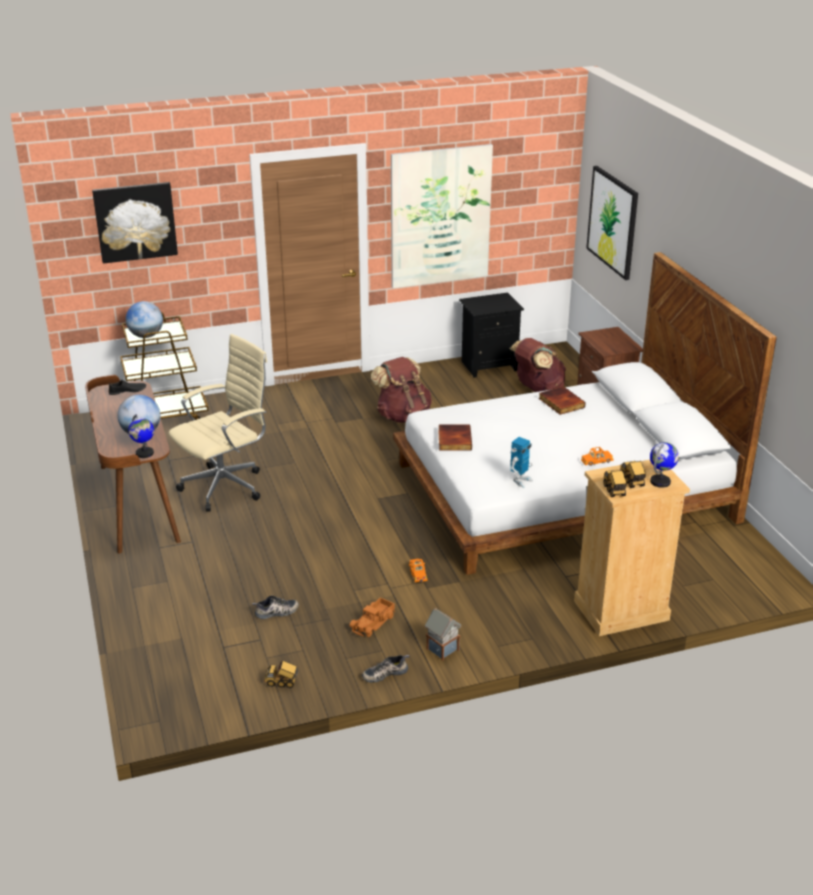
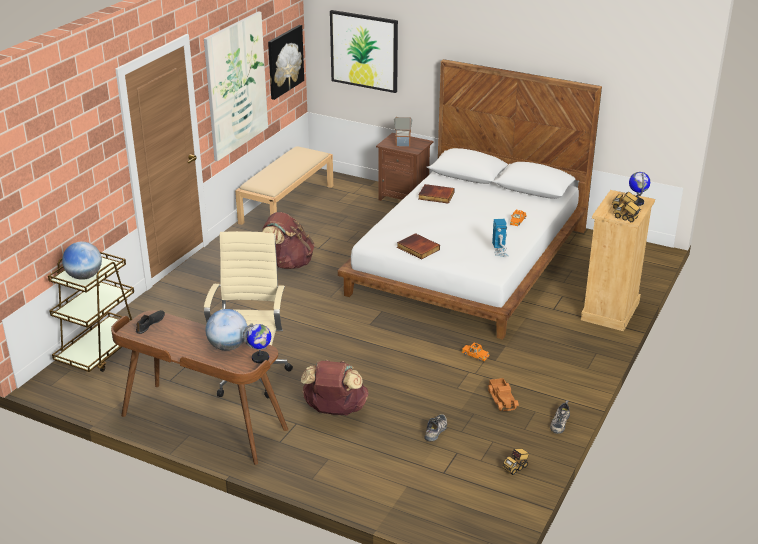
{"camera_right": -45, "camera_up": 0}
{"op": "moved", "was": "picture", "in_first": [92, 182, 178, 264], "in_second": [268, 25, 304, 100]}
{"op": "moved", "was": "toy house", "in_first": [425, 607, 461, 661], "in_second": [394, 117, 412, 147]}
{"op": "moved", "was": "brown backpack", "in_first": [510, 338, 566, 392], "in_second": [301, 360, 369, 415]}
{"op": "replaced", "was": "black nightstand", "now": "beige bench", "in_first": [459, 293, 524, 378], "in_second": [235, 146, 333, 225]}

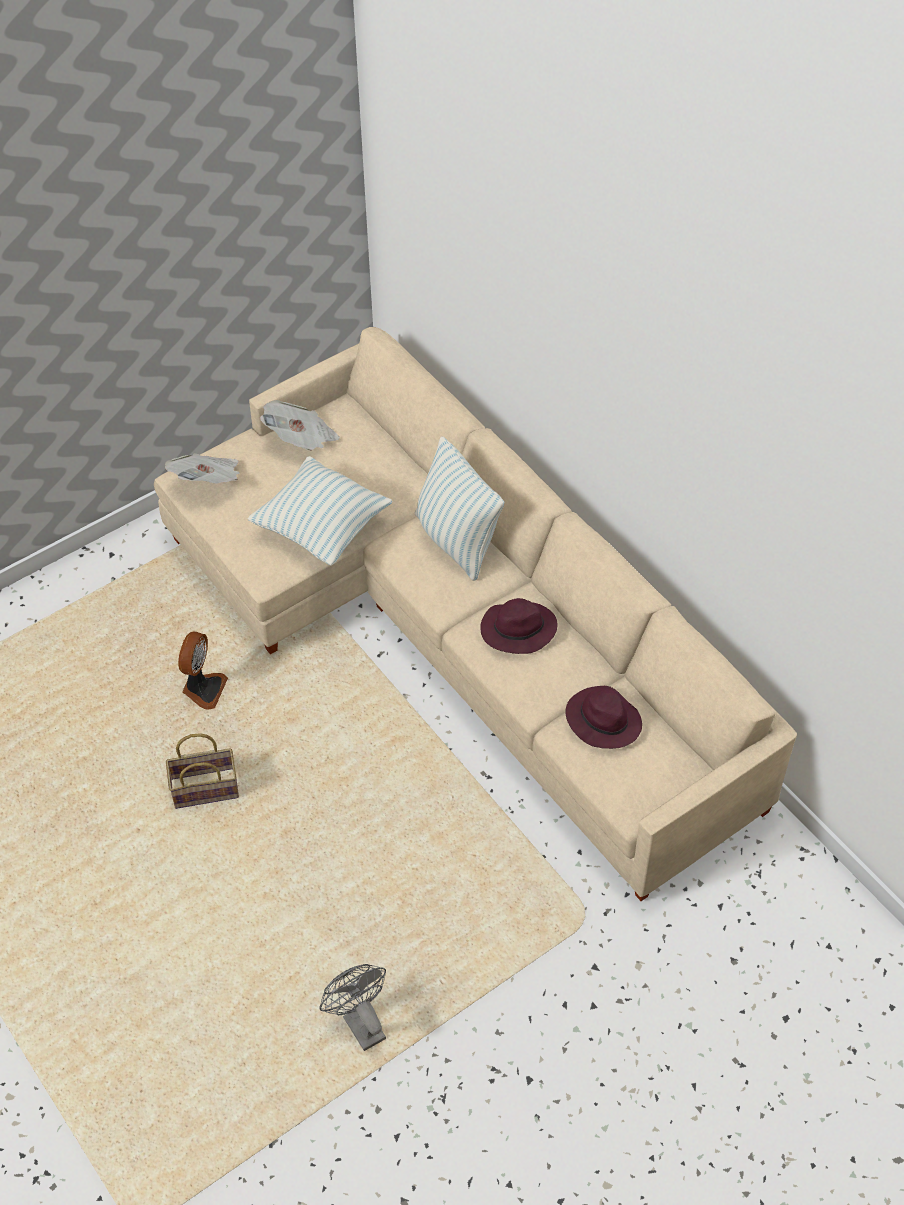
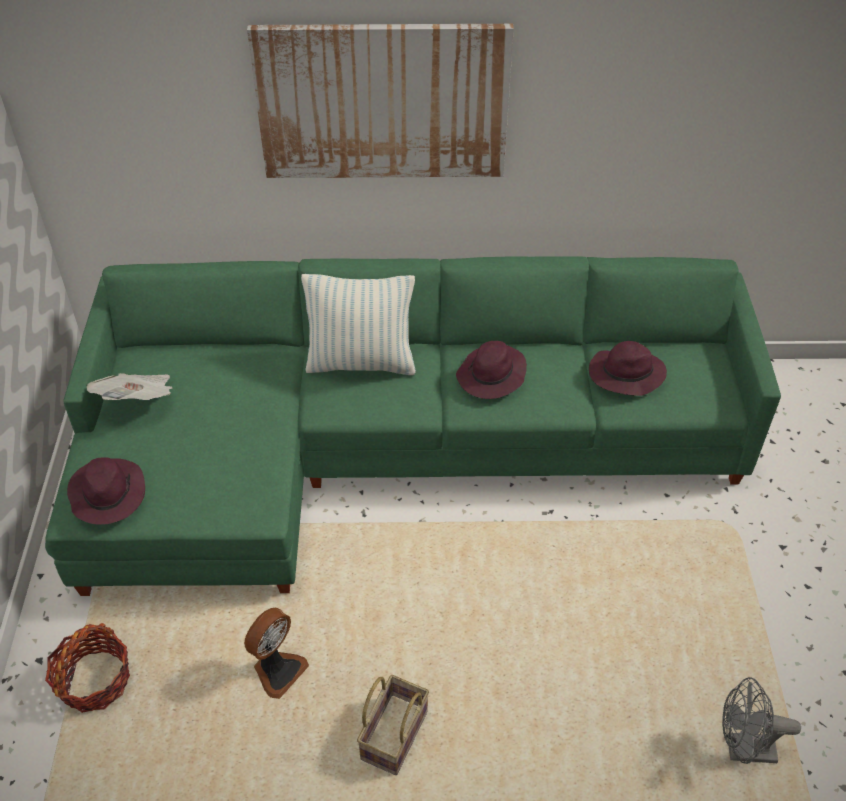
{"camera_right": -55, "camera_up": -5}
{"op": "removed", "was": "pillow", "in_first": [248, 456, 392, 565]}
{"op": "added", "now": "basket", "in_second": [45, 623, 130, 713]}
{"op": "added", "now": "picture", "in_second": [247, 24, 514, 178]}
{"op": "replaced", "was": "newspaper", "now": "purple hat", "in_first": [165, 453, 240, 484], "in_second": [67, 457, 145, 525]}
{"op": "recoloured", "was": "beige sofa", "now": "green sofa", "in_first": [154, 327, 797, 901], "in_second": [45, 256, 781, 596]}
{"op": "turned", "was": "fan", "in_first": [178, 631, 228, 710], "in_second": [244, 608, 309, 699], "clockwise": 75}

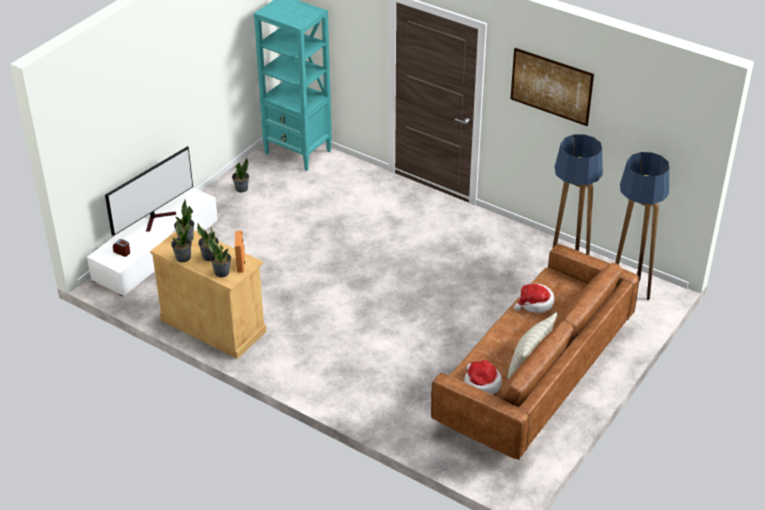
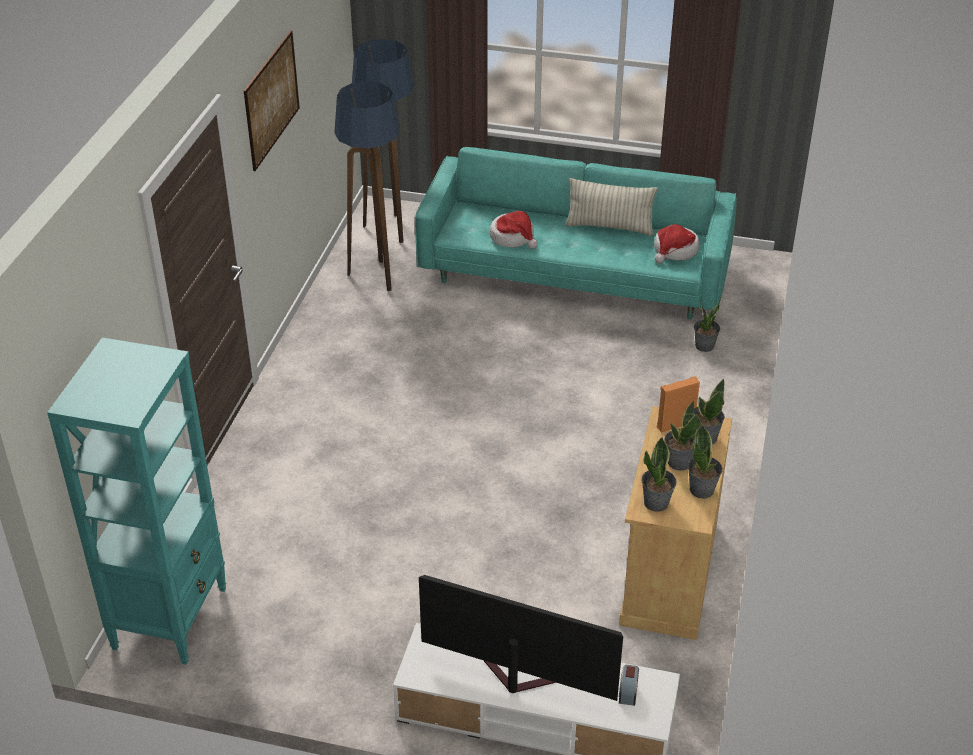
{"camera_right": -110, "camera_up": 0}
{"op": "moved", "was": "potted plant", "in_first": [232, 158, 249, 193], "in_second": [694, 295, 721, 352]}
{"op": "recoloured", "was": "brown sofa", "now": "turquoise sofa", "in_first": [431, 244, 639, 460], "in_second": [415, 147, 737, 319]}

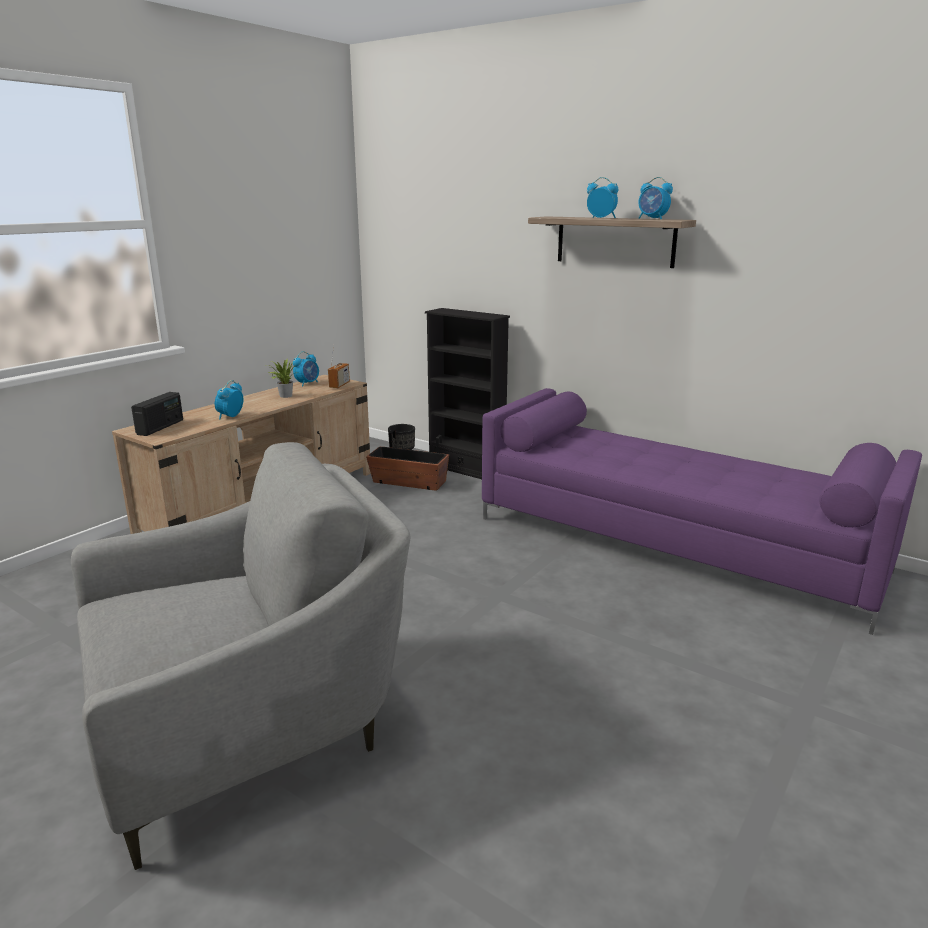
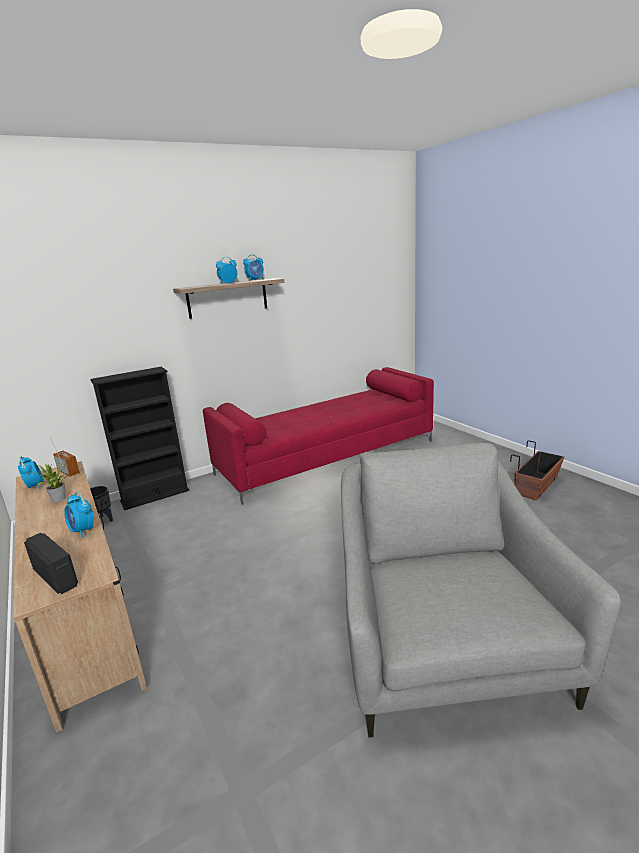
{"camera_right": -65, "camera_up": 0}
{"op": "moved", "was": "planter", "in_first": [366, 430, 449, 491], "in_second": [510, 440, 565, 500]}
{"op": "recoloured", "was": "purple sofa", "now": "red sofa", "in_first": [482, 388, 922, 635], "in_second": [203, 367, 434, 505]}

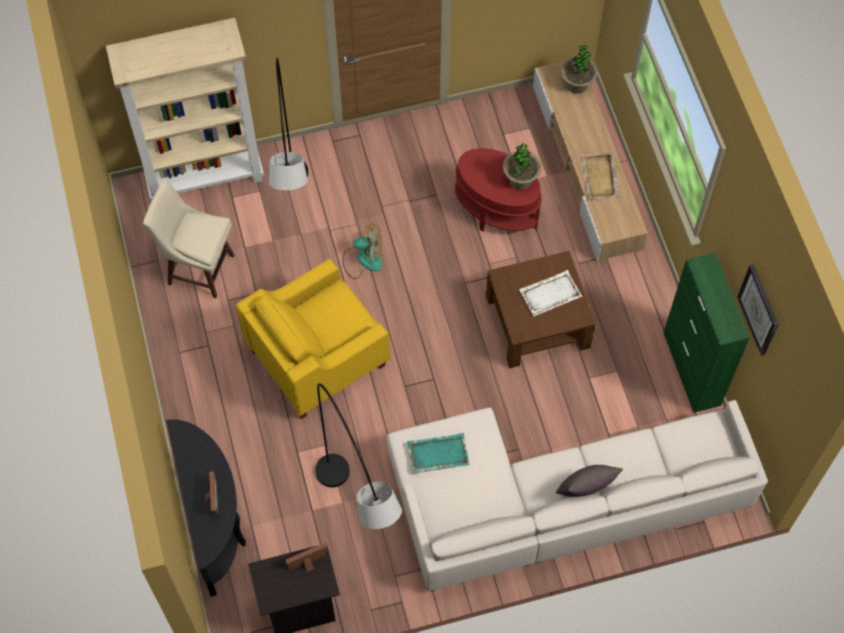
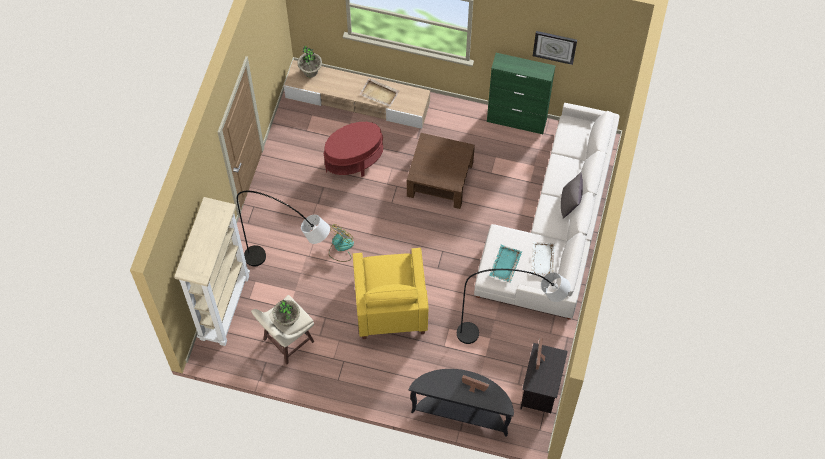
{"camera_right": -60, "camera_up": 0}
{"op": "moved", "was": "potted plant", "in_first": [503, 143, 541, 190], "in_second": [272, 300, 300, 327]}
{"op": "moved", "was": "white tray", "in_first": [519, 270, 582, 316], "in_second": [531, 242, 556, 276]}

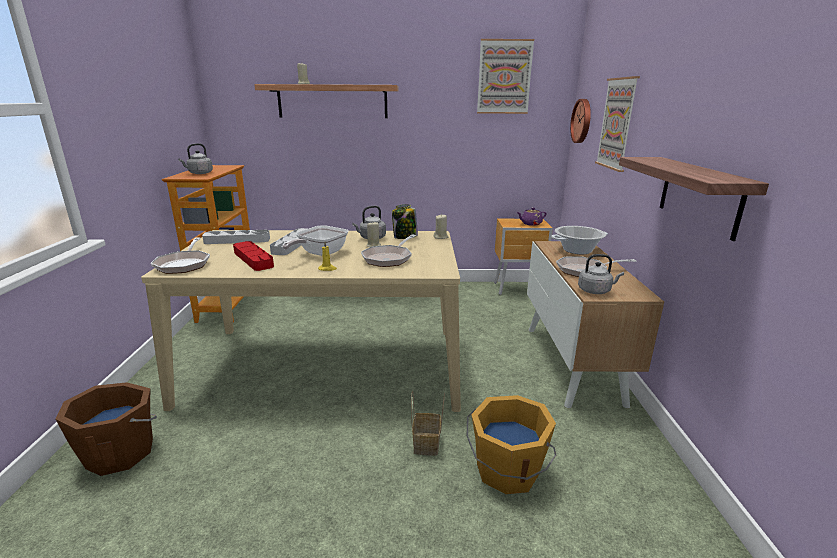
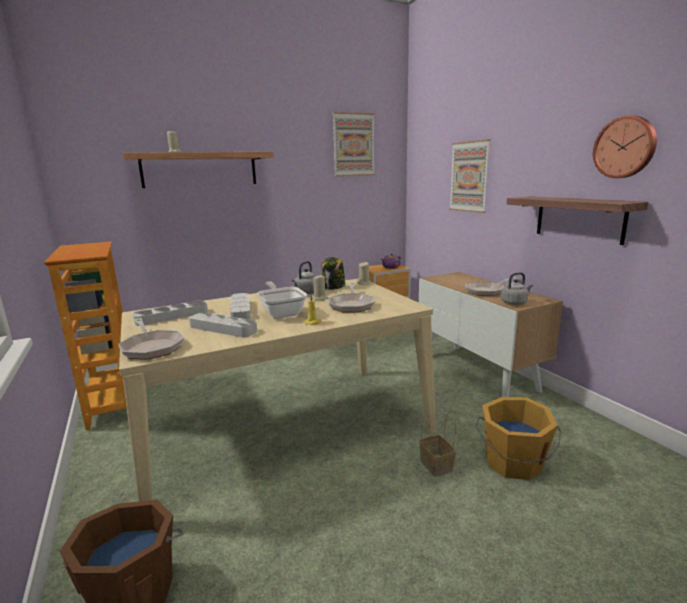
{"camera_right": -25, "camera_up": -5}
{"op": "removed", "was": "grey kettle", "in_first": [178, 143, 213, 174]}
{"op": "removed", "was": "cooking pot", "in_first": [551, 226, 608, 254]}
{"op": "moved", "was": "wall clock", "in_first": [570, 99, 591, 143], "in_second": [593, 116, 657, 178]}
{"op": "recoloured", "was": "red tray", "now": "grey tray", "in_first": [233, 241, 274, 271], "in_second": [189, 312, 257, 337]}
{"op": "turned", "was": "frying pan", "in_first": [282, 225, 349, 256], "in_second": [257, 282, 307, 318], "clockwise": 150}

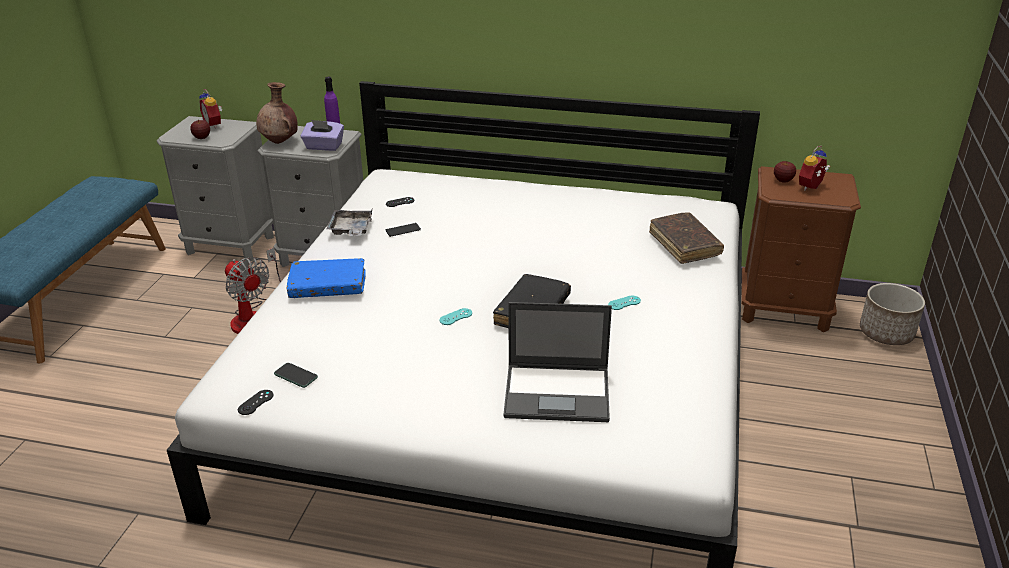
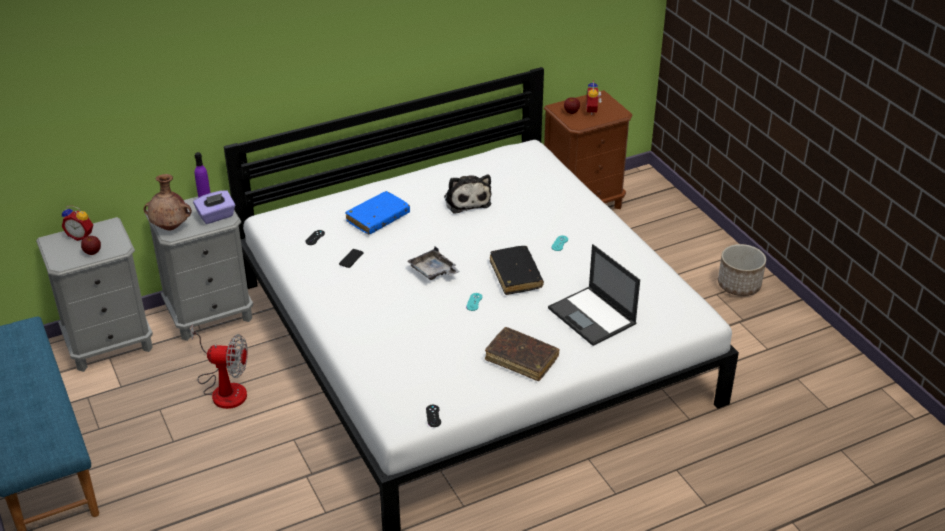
{"camera_right": -40, "camera_up": 5}
{"op": "removed", "was": "phone", "in_first": [274, 363, 318, 388]}
{"op": "added", "now": "plush toy", "in_second": [444, 174, 491, 214]}
{"op": "moved", "was": "blue book", "in_first": [287, 258, 366, 298], "in_second": [345, 191, 410, 234]}
{"op": "moved", "was": "grey tray", "in_first": [327, 210, 372, 236], "in_second": [407, 247, 460, 280]}
{"op": "moved", "was": "brown book", "in_first": [649, 212, 724, 264], "in_second": [485, 327, 560, 381]}
{"op": "moved", "was": "planter", "in_first": [860, 283, 925, 345], "in_second": [718, 244, 766, 296]}
{"op": "turned", "was": "laptop", "in_first": [503, 302, 612, 422], "in_second": [548, 244, 640, 346], "clockwise": 90}

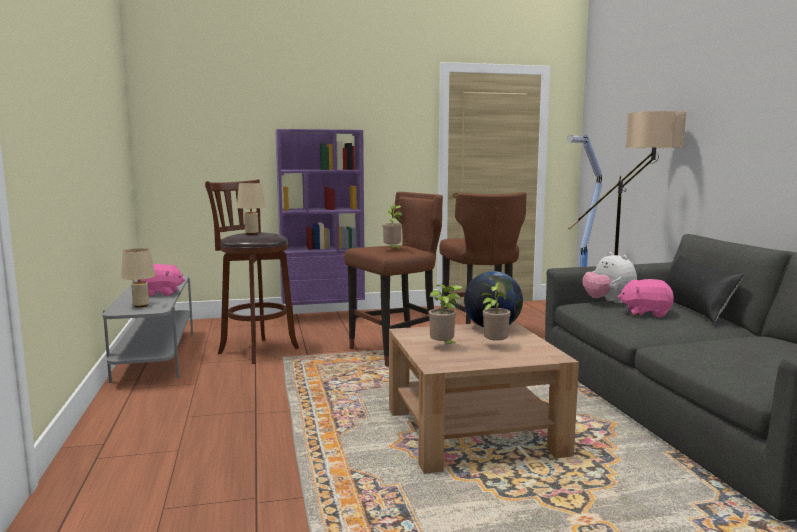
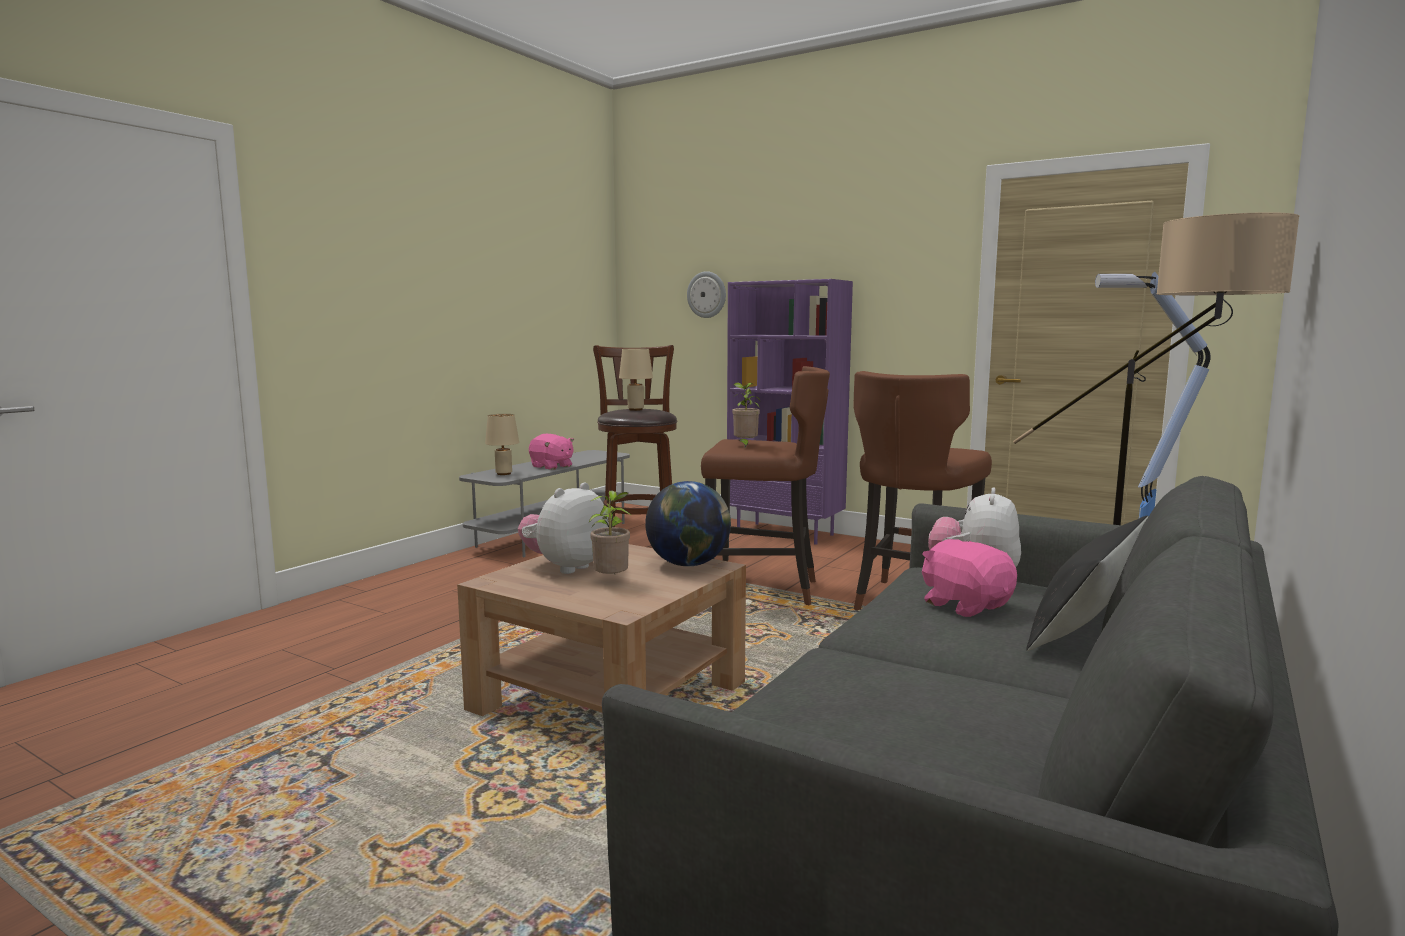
{"camera_right": 45, "camera_up": 0}
{"op": "added", "now": "wall clock", "in_second": [687, 271, 726, 318]}
{"op": "replaced", "was": "potted plant", "now": "plush toy", "in_first": [428, 285, 463, 344], "in_second": [518, 482, 609, 574]}

